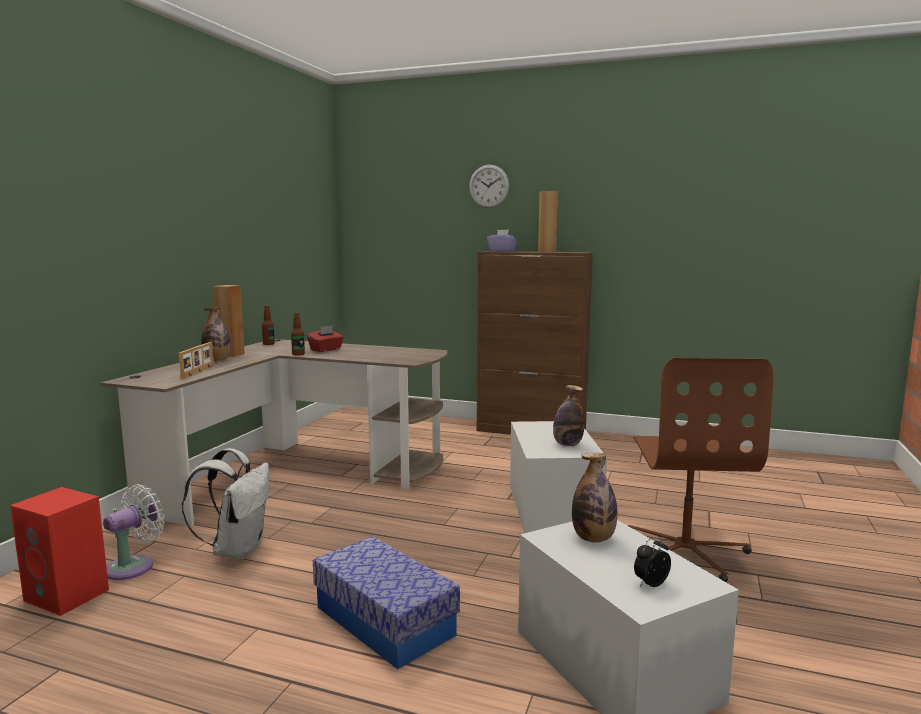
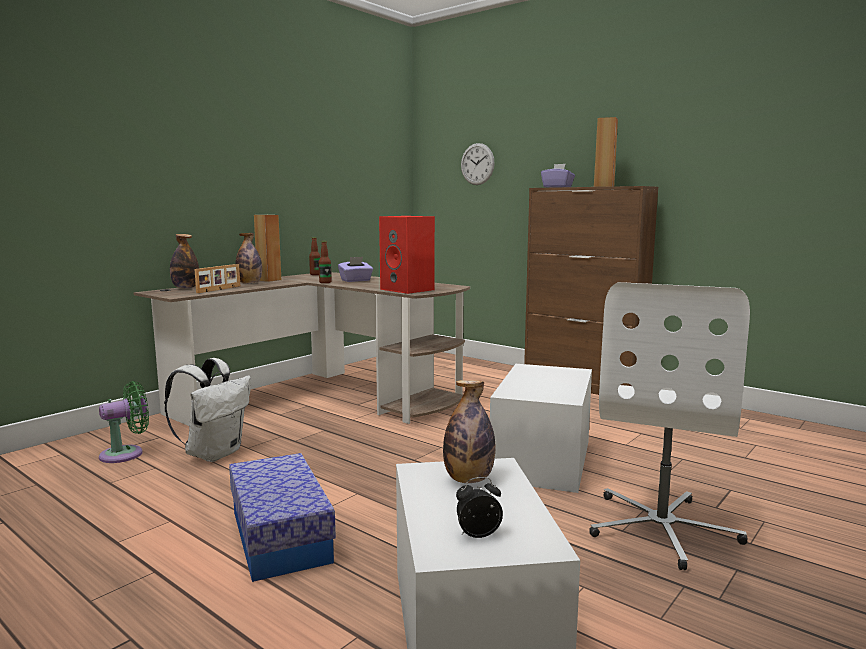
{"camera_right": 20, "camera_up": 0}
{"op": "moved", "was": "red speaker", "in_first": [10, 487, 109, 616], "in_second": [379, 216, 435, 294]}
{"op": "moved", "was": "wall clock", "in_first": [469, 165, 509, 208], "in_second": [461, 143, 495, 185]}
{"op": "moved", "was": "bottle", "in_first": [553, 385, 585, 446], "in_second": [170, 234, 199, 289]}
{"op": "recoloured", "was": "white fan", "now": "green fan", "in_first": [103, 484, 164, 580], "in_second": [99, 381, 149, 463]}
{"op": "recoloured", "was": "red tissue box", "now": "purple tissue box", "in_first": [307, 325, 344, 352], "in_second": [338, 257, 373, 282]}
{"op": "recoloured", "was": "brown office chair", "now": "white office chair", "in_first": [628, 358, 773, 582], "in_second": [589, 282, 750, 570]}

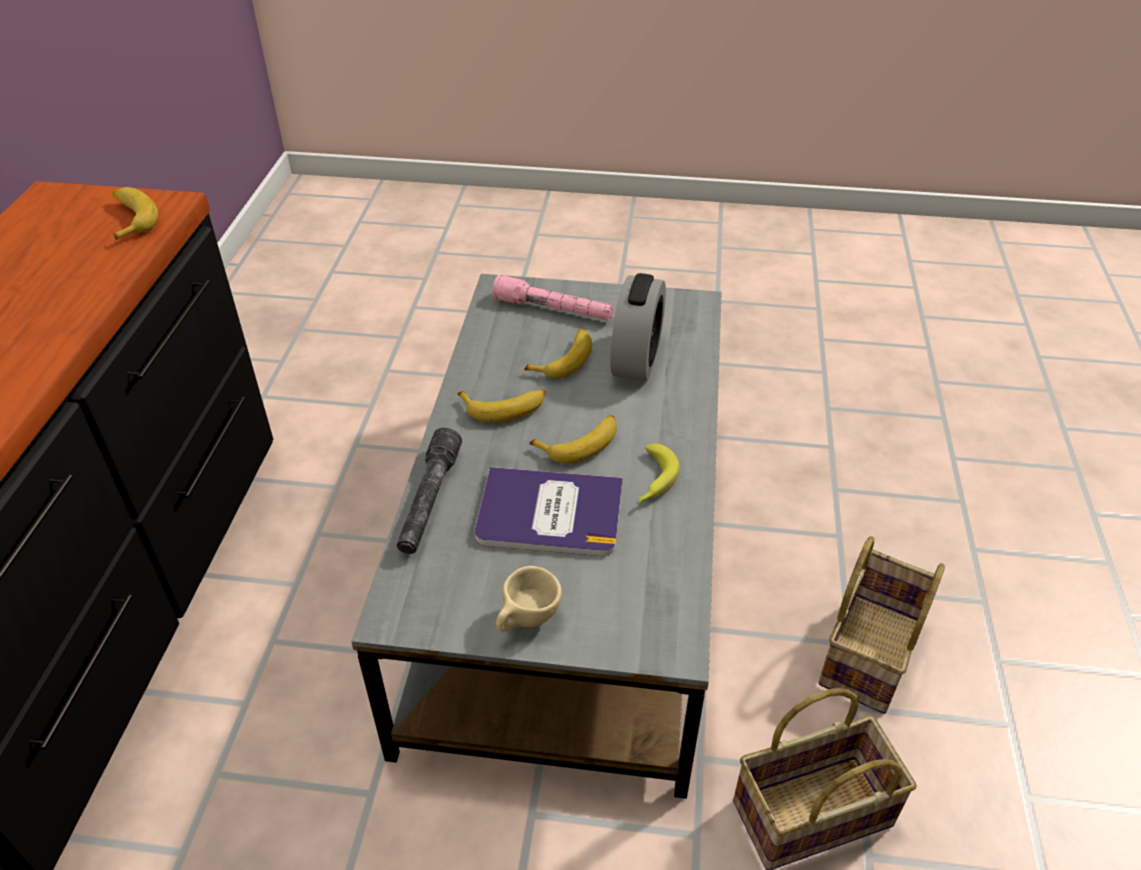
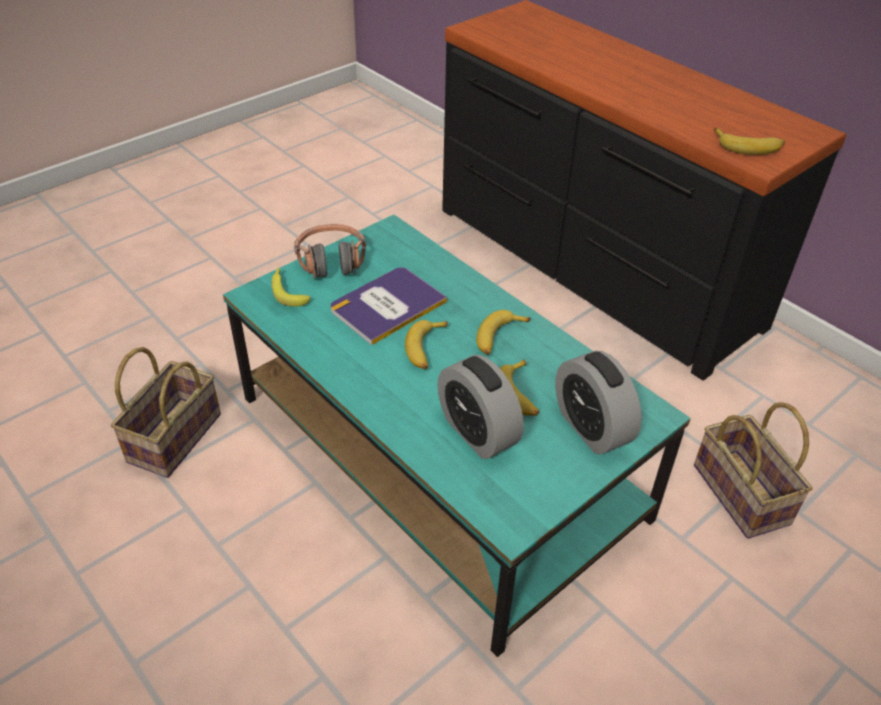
{"camera_right": 130, "camera_up": 0}
{"op": "removed", "was": "grey flashlight", "in_first": [397, 428, 462, 554]}
{"op": "moved", "was": "banana", "in_first": [639, 444, 680, 504], "in_second": [271, 267, 311, 307]}
{"op": "moved", "was": "basket", "in_first": [818, 537, 945, 714], "in_second": [694, 402, 812, 538]}
{"op": "replaced", "was": "pink flashlight", "now": "alarm clock", "in_first": [492, 275, 614, 321], "in_second": [555, 350, 642, 454]}
{"op": "replaced", "was": "beige cup", "now": "headphones", "in_first": [496, 566, 562, 632], "in_second": [294, 224, 366, 279]}
{"op": "recoloured", "was": "grey coffee table", "now": "turquoise coffee table", "in_first": [351, 274, 721, 799], "in_second": [223, 215, 691, 657]}

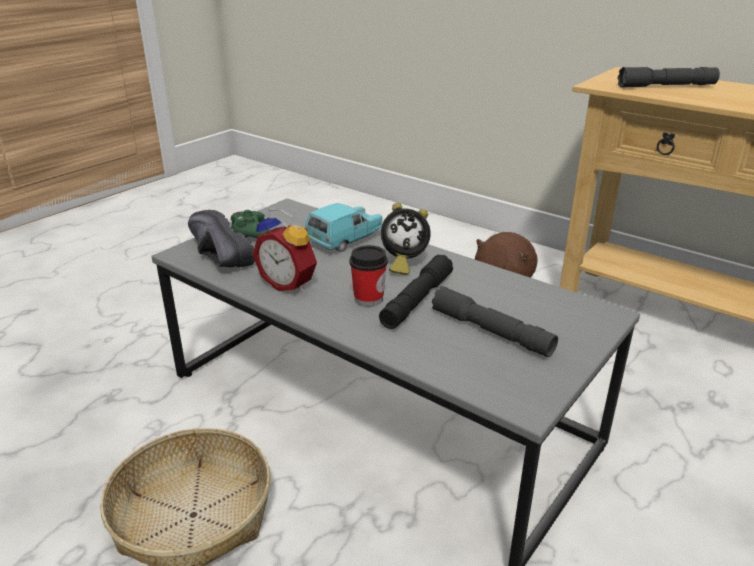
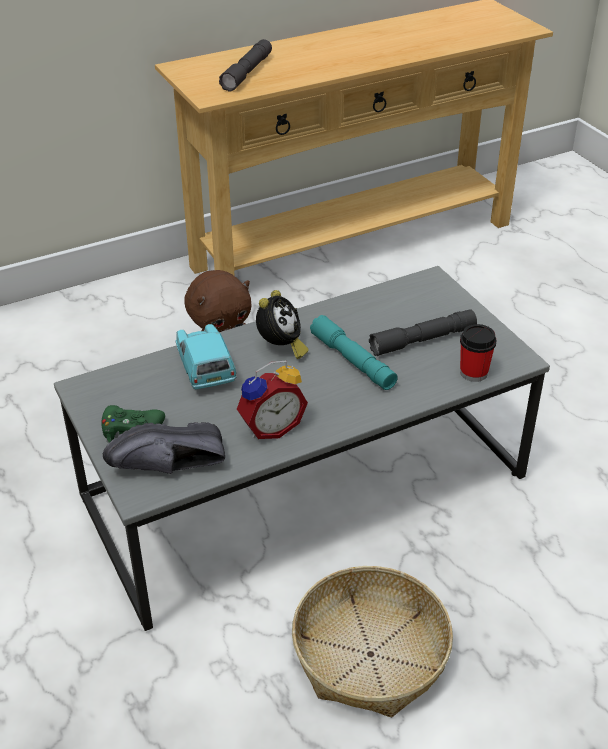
{"camera_right": -65, "camera_up": 10}
{"op": "moved", "was": "cup", "in_first": [350, 245, 388, 307], "in_second": [460, 324, 497, 382]}
{"op": "recoloured", "was": "black flashlight", "now": "turquoise flashlight", "in_first": [379, 254, 453, 329], "in_second": [310, 315, 398, 390]}

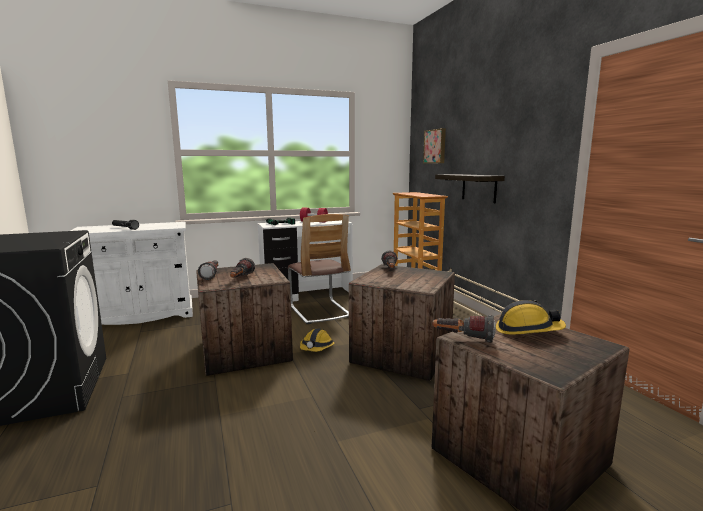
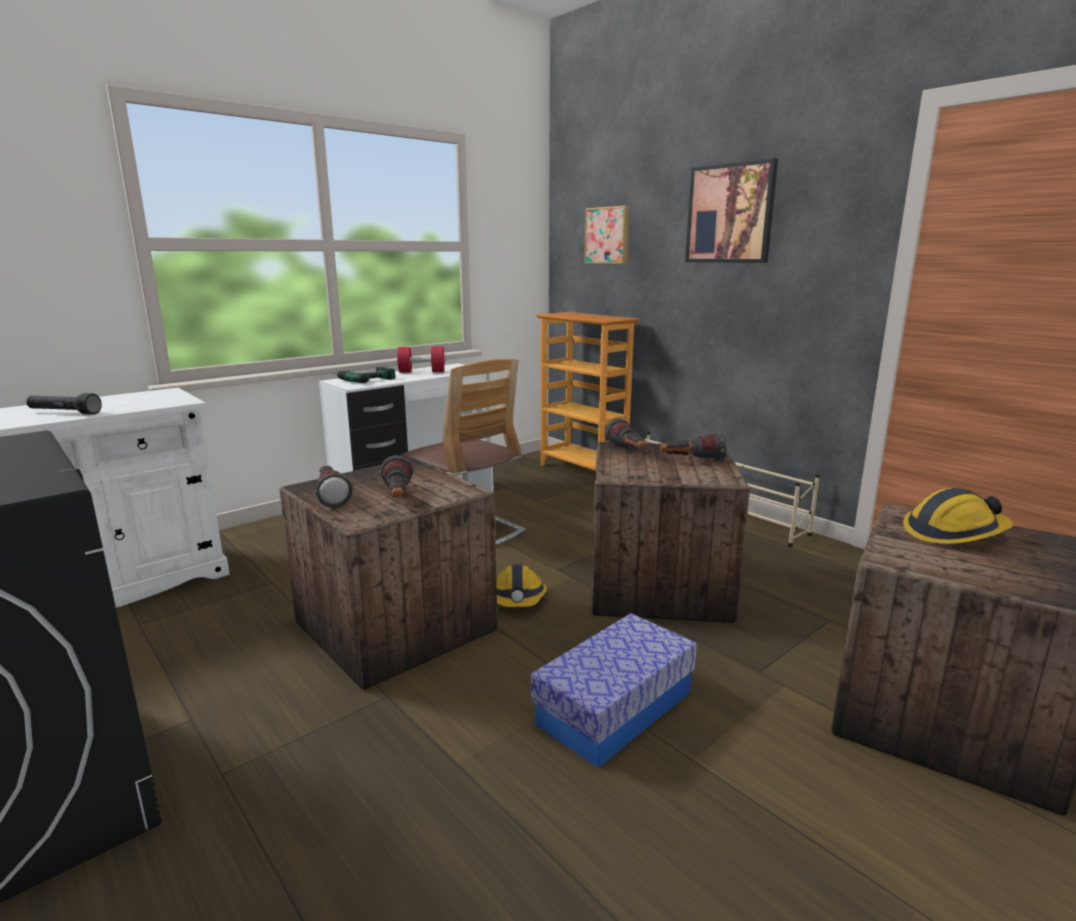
{"camera_right": -20, "camera_up": 5}
{"op": "removed", "was": "shelf", "in_first": [435, 174, 505, 203]}
{"op": "added", "now": "storage box", "in_second": [531, 613, 697, 768]}
{"op": "added", "now": "picture", "in_second": [685, 158, 778, 263]}
{"op": "moved", "was": "flashlight", "in_first": [432, 315, 496, 343], "in_second": [660, 432, 727, 462]}

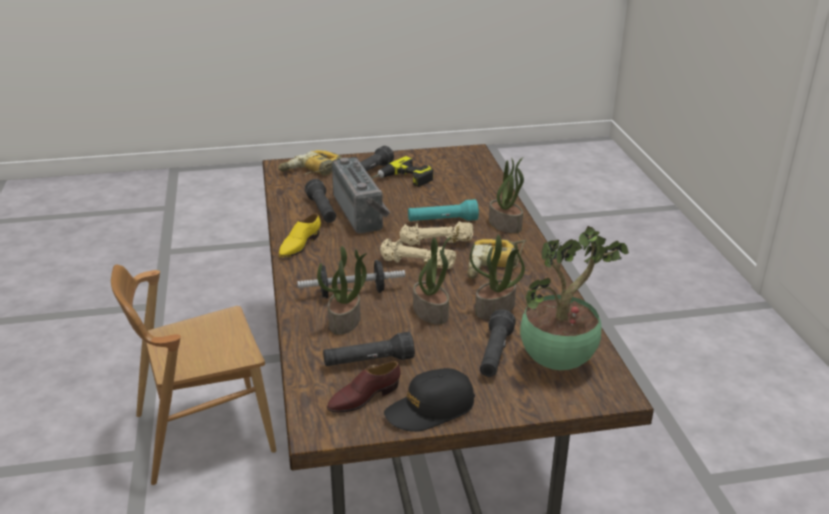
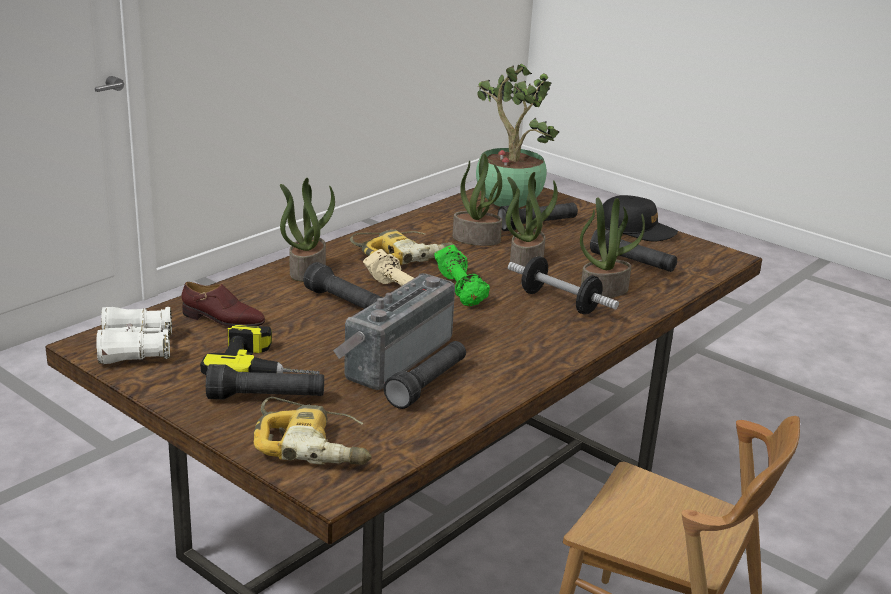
{"camera_right": -130, "camera_up": -5}
{"op": "removed", "was": "yellow shoe", "in_first": [279, 213, 321, 257]}
{"op": "added", "now": "white binoculars", "in_second": [96, 307, 172, 364]}
{"op": "moved", "was": "brown shoe", "in_first": [327, 361, 401, 413], "in_second": [182, 282, 265, 327]}
{"op": "recoloured", "was": "beige dumbbell", "now": "green dumbbell", "in_first": [380, 239, 456, 269], "in_second": [434, 245, 490, 306]}
{"op": "recoloured", "was": "turquoise flashlight", "now": "black flashlight", "in_first": [408, 199, 479, 221], "in_second": [303, 262, 383, 309]}

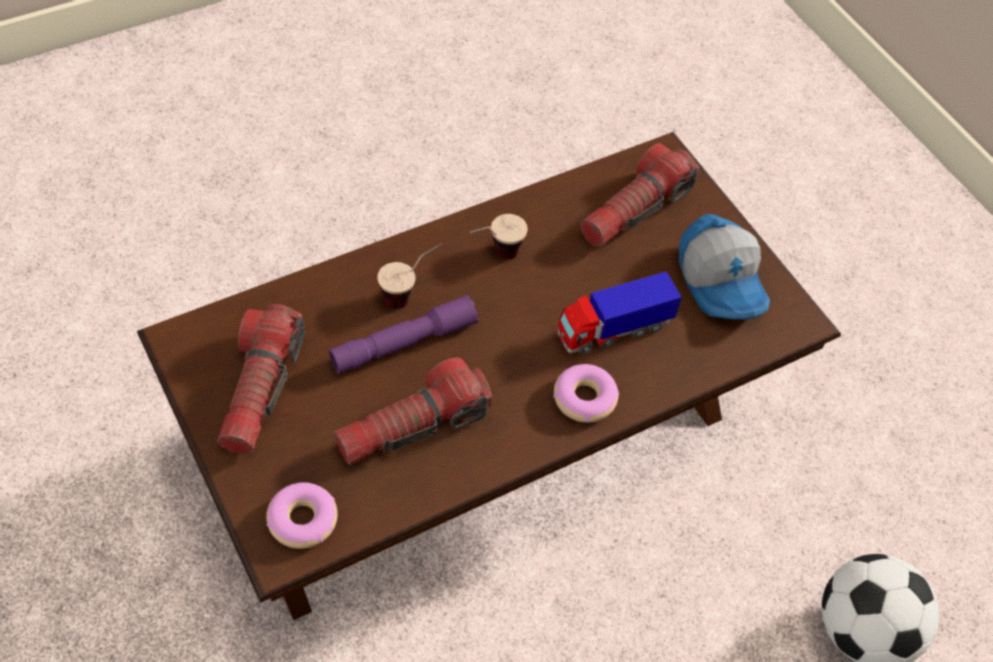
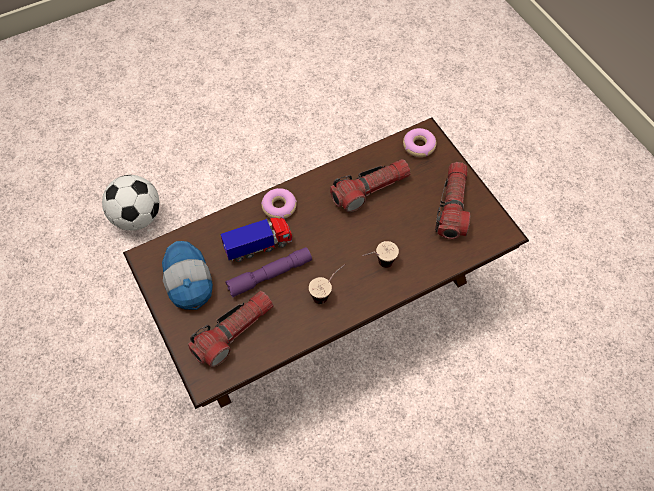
{"camera_right": -175, "camera_up": 5}
{"op": "moved", "was": "purple flashlight", "in_first": [329, 295, 479, 374], "in_second": [225, 247, 312, 298]}

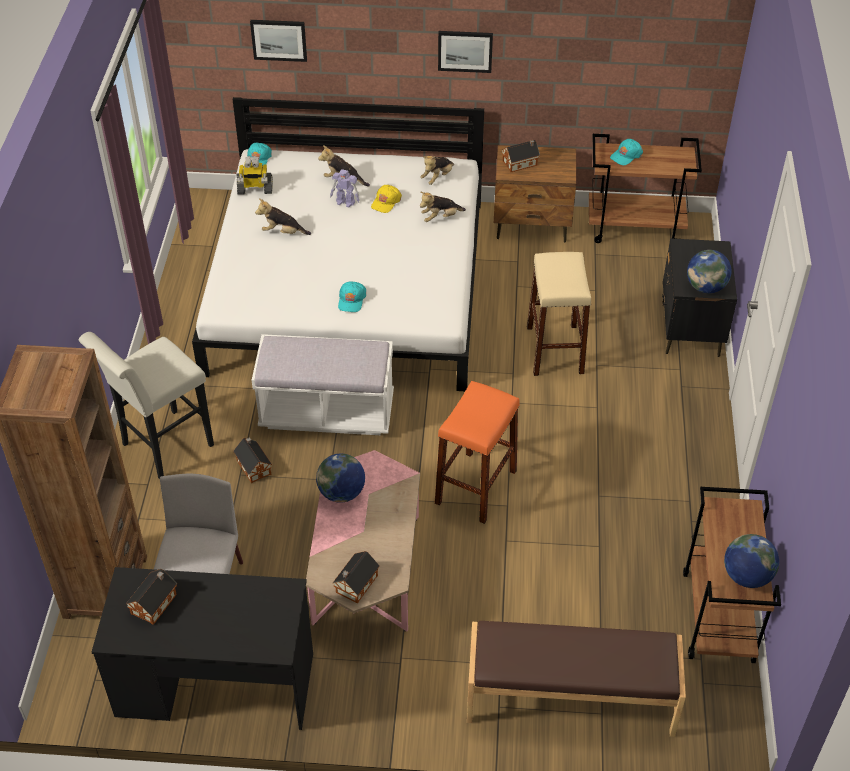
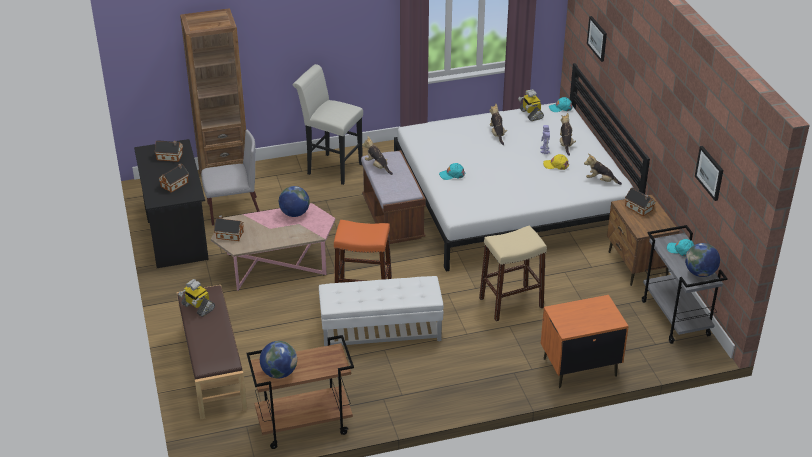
{"camera_right": 70, "camera_up": -10}
{"op": "added", "now": "toy robot", "in_second": [178, 279, 215, 317]}
{"op": "added", "now": "white ottoman", "in_second": [319, 276, 444, 346]}
{"op": "moved", "was": "toy house", "in_first": [233, 437, 272, 483], "in_second": [159, 163, 189, 193]}
{"op": "moved", "was": "plush toy", "in_first": [420, 192, 466, 222], "in_second": [362, 136, 393, 175]}
{"op": "moved", "was": "picture", "in_first": [438, 31, 493, 73], "in_second": [695, 146, 723, 201]}
{"op": "moved", "was": "globe", "in_first": [687, 250, 732, 293], "in_second": [685, 243, 720, 277]}
{"op": "recoloured", "was": "white bench", "now": "brown bench", "in_first": [252, 334, 394, 435], "in_second": [361, 150, 426, 244]}
{"op": "recoloured", "was": "brown cart", "now": "grey cart", "in_first": [589, 134, 702, 243], "in_second": [642, 225, 728, 344]}
{"op": "recoloured", "was": "black nightstand", "now": "orange nightstand", "in_first": [662, 238, 737, 357], "in_second": [541, 295, 629, 388]}

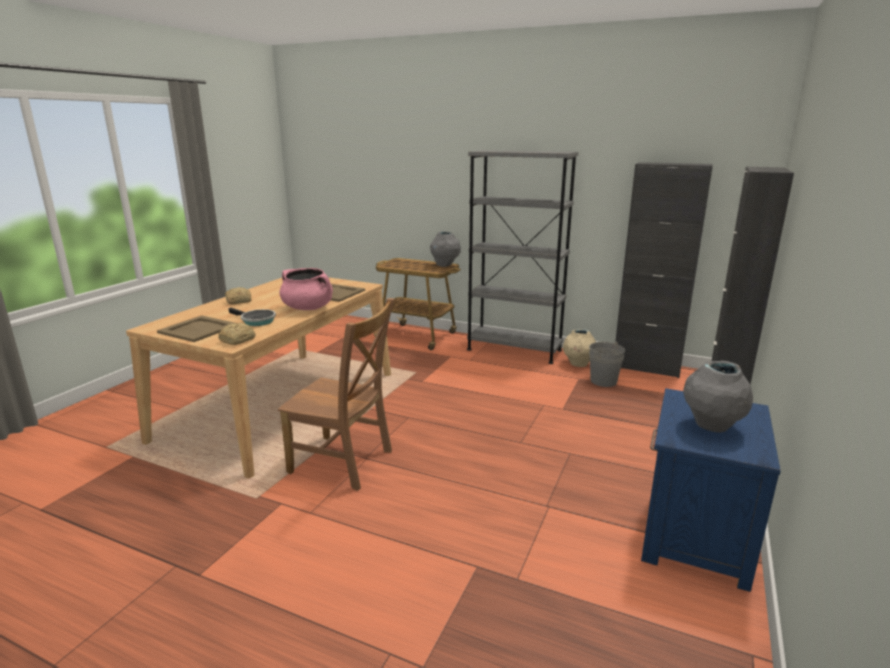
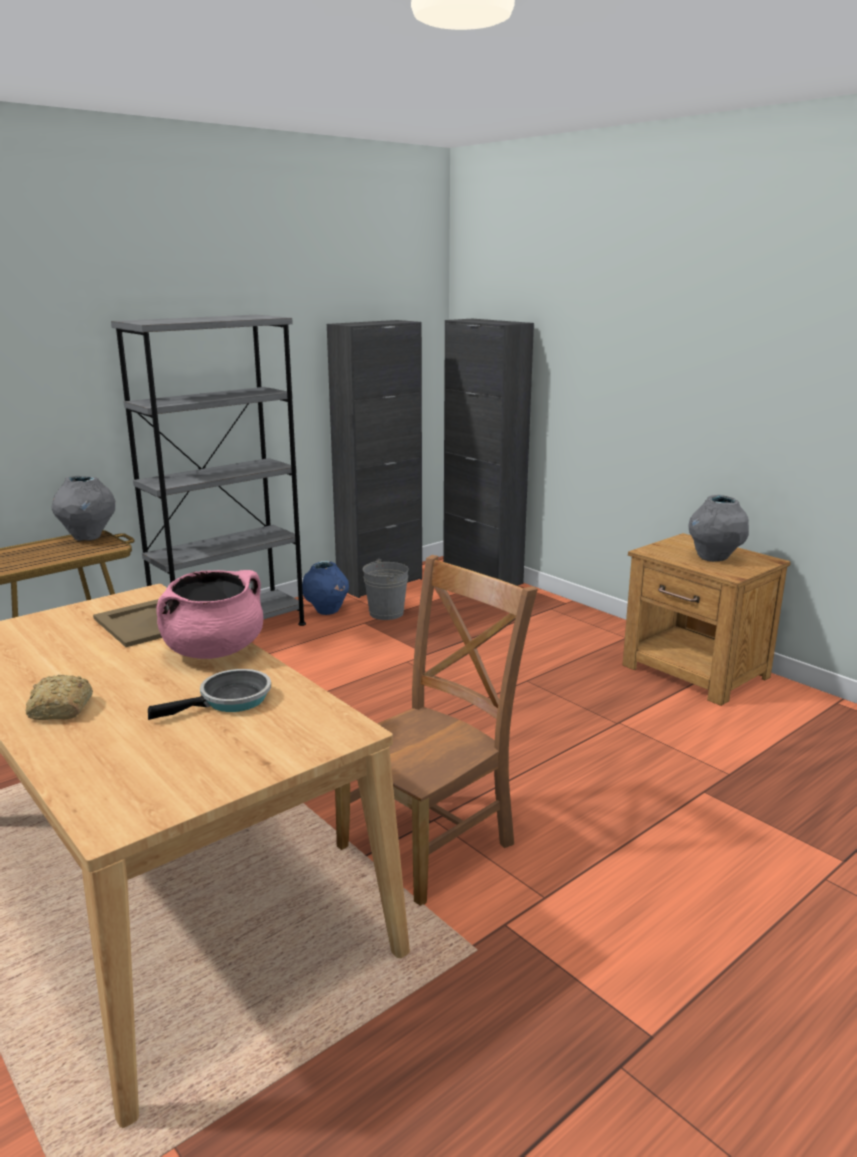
{"camera_right": -65, "camera_up": 0}
{"op": "removed", "was": "beige tray", "in_first": [157, 315, 234, 342]}
{"op": "removed", "was": "bread", "in_first": [218, 323, 256, 345]}
{"op": "recoloured", "was": "beige vase", "now": "blue vase", "in_first": [563, 329, 596, 367], "in_second": [302, 561, 349, 615]}
{"op": "recoloured", "was": "blue nightstand", "now": "brown nightstand", "in_first": [641, 388, 781, 592], "in_second": [622, 533, 791, 706]}

